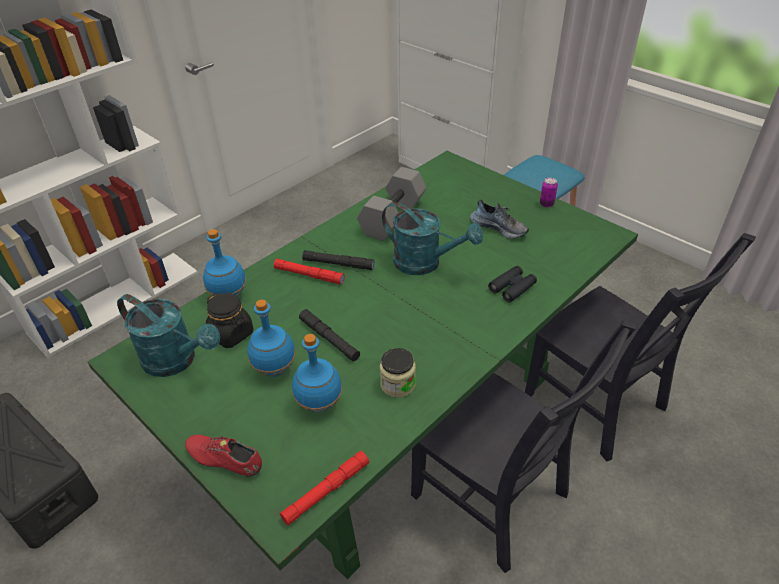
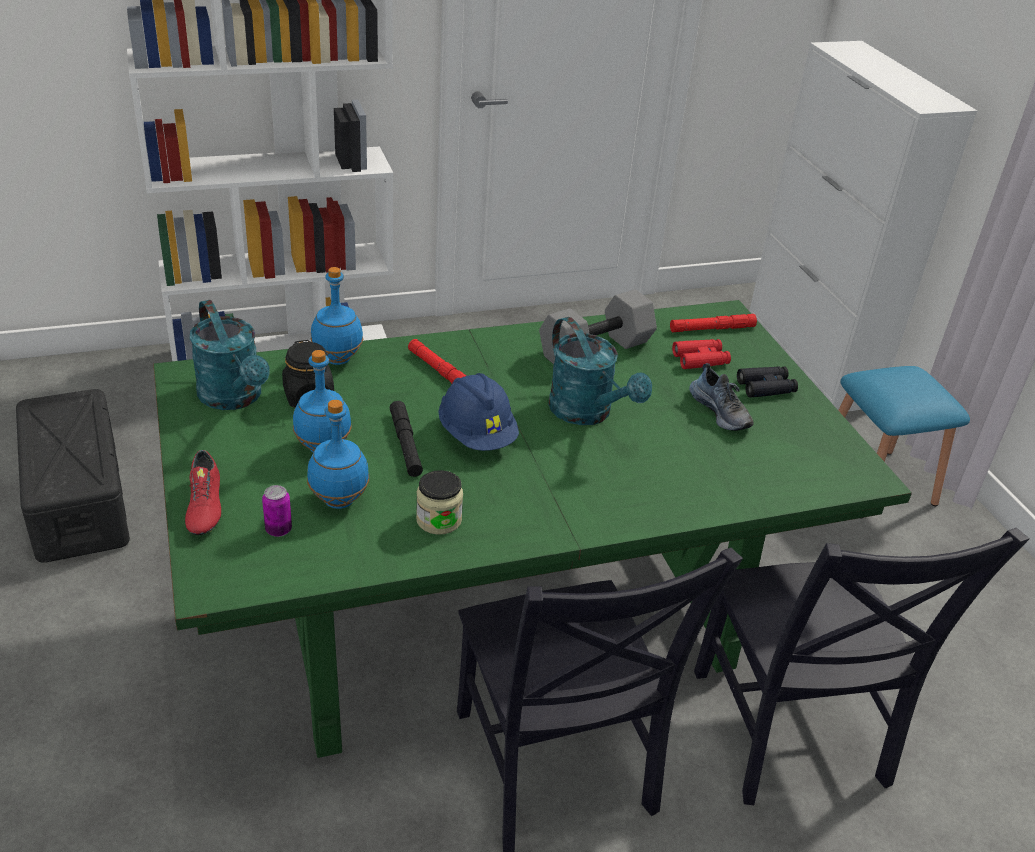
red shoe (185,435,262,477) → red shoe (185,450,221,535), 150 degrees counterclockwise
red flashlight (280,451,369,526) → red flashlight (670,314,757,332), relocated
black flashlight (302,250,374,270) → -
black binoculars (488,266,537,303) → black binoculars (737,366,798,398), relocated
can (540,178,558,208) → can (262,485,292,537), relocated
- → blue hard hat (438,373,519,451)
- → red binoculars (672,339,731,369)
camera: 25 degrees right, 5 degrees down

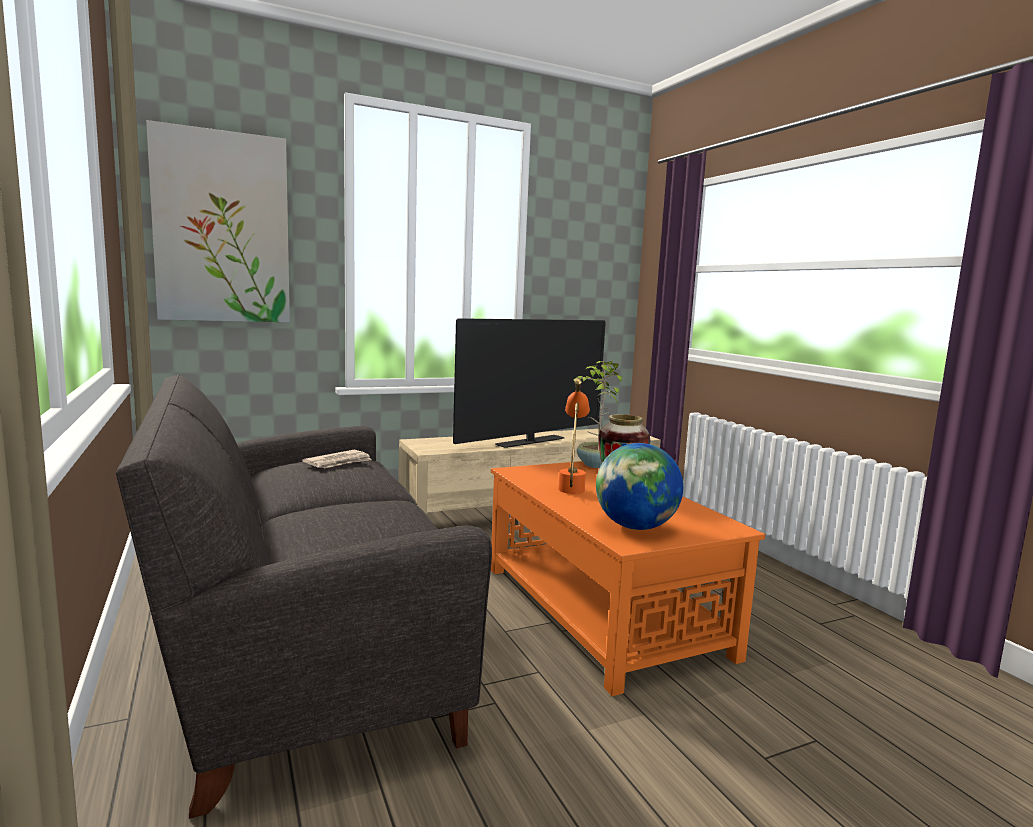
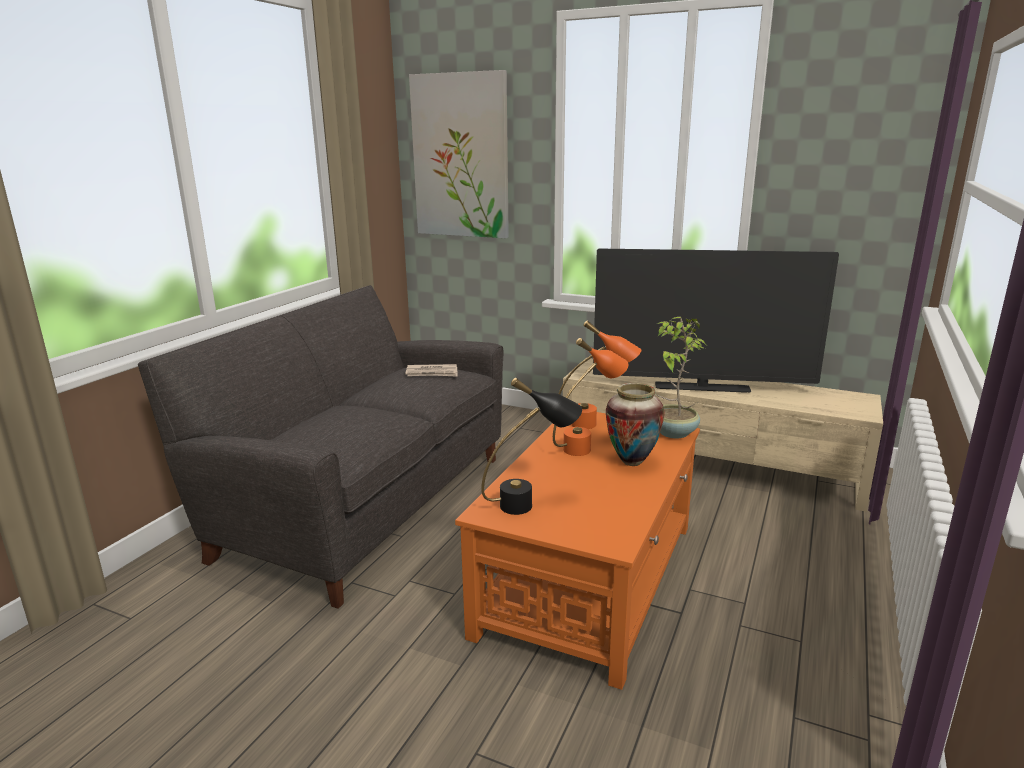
globe (596,443,683,530) → black table lamp (481,378,582,515)
- → orange table lamp (559,320,641,429)
camera: 50 degrees right, 10 degrees up

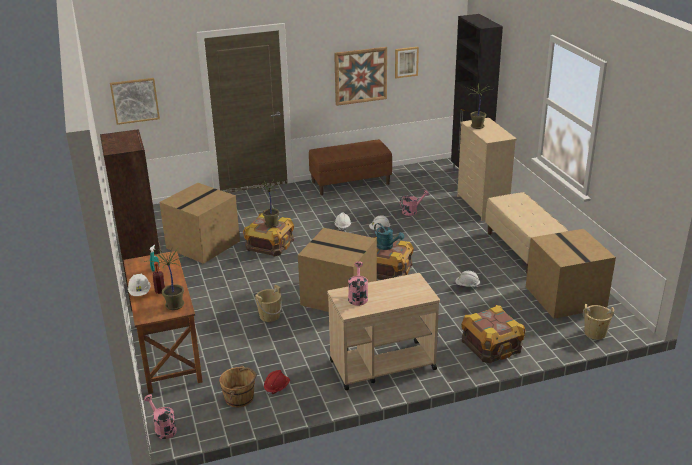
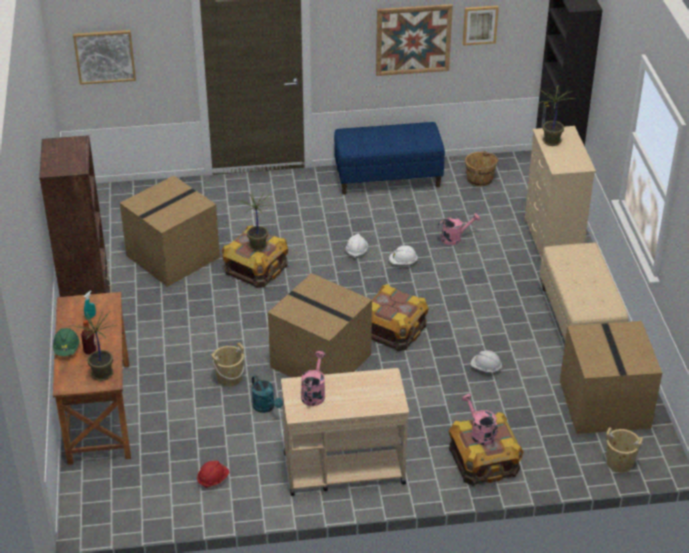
white hard hat (128,274,151,296) → green hard hat (53,328,79,356)
pink watering can (144,394,177,439) → pink watering can (462,394,498,445), relocated
brown bucket (219,366,257,407) → brown bucket (465,151,499,187), relocated
brown bench (309,140,392,195) → blue bench (334,122,445,195)
turquoise watering can (374,223,404,250) → turquoise watering can (252,375,283,413), relocated
camera: 10 degrees right, 10 degrees up

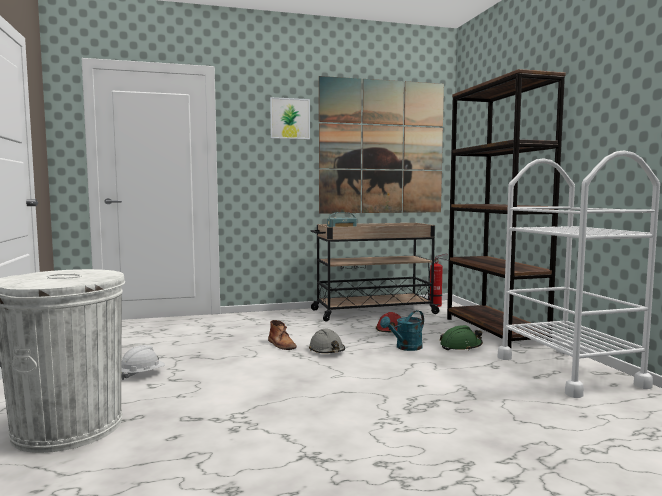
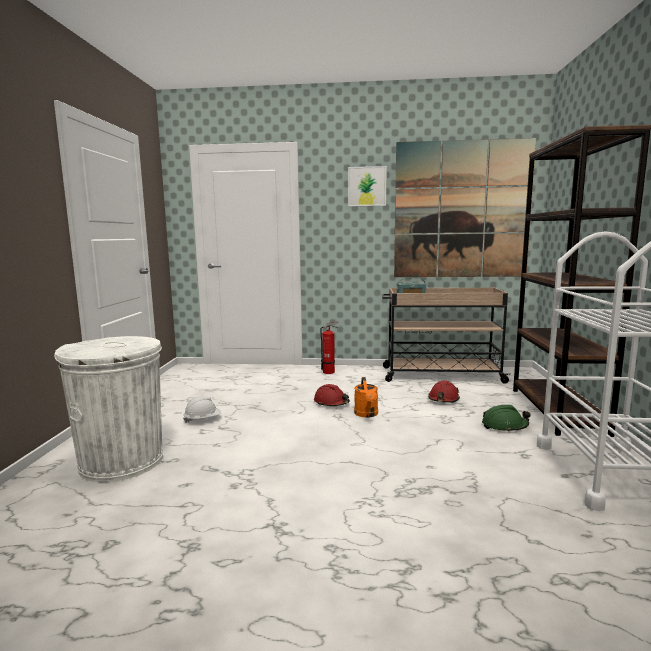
brown boot (268,320,297,350) → red hard hat (314,384,350,406)
grey hard hat (309,329,345,353) → orange watering can (354,377,378,418)
turquoise watering can (380,310,424,351) → -
fire extinguisher (428,253,448,307) → fire extinguisher (320,321,339,374), relocated
camera: 20 degrees right, 5 degrees up

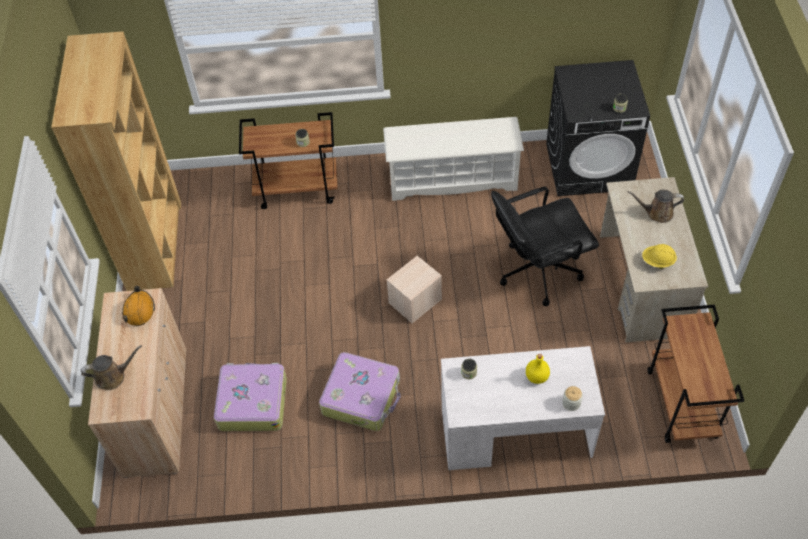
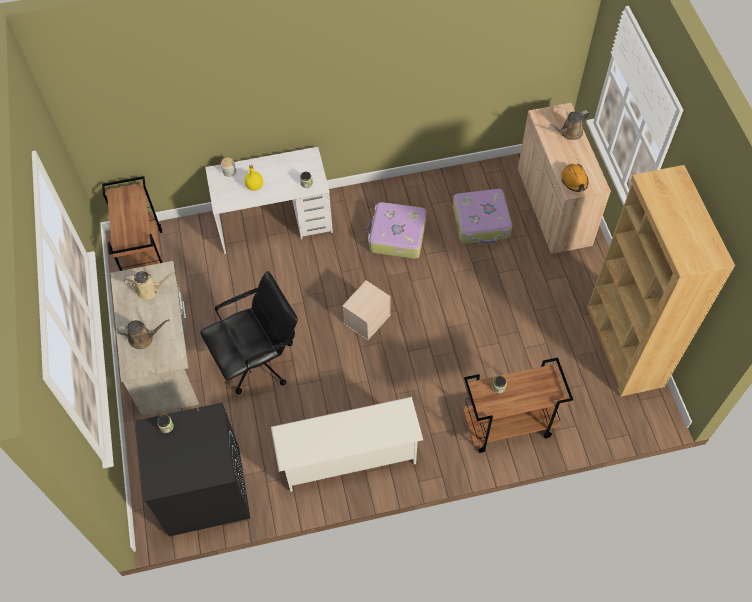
yellow hard hat (642,244,677,269) → beige watering can (124,271,175,300)
camera: 170 degrees right, 5 degrees up

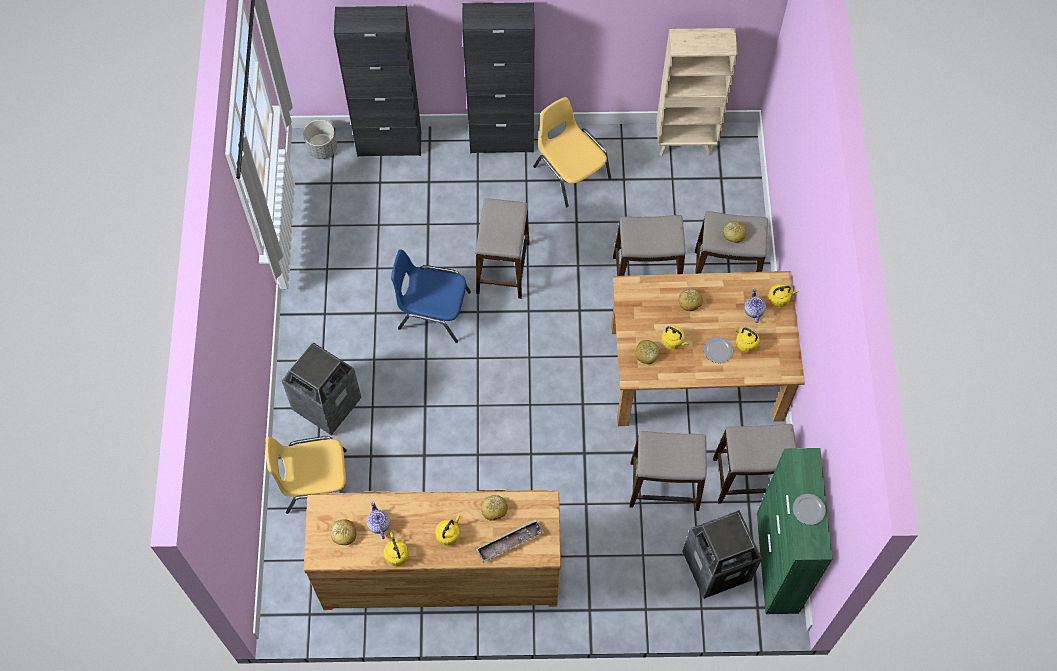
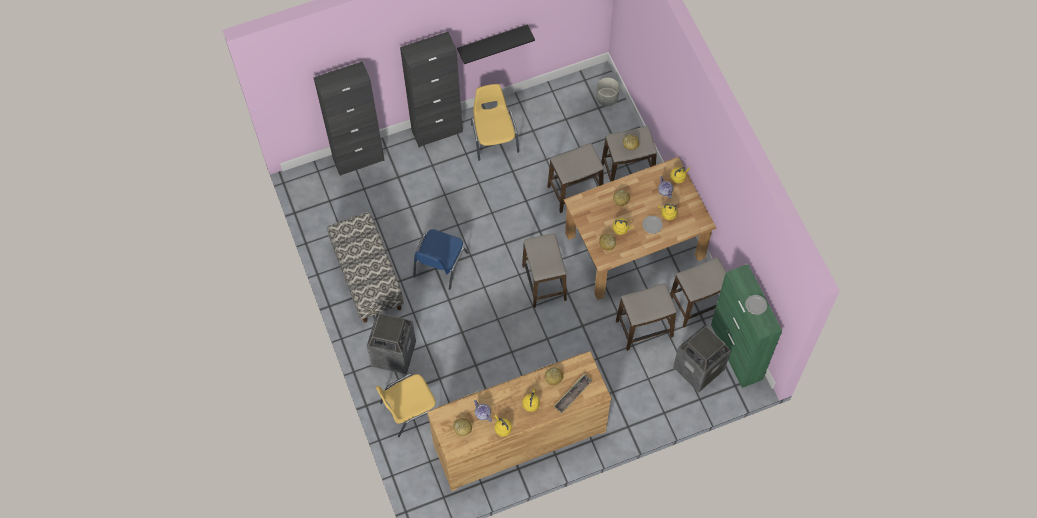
grey planter (303,120,337,159) → grey planter (596,78,619,106), relocated
blue chair (391,250,471,343) → blue chair (413,229,469,290), 60 degrees counterclockwise
stool (476,198,530,299) → stool (522,233,567,308), relocated
yellow chair (533,97,611,207) → yellow chair (471,84,519,161), 45 degrees clockwise
beige bookcase (657,28,738,156) → -
- → bench (327,212,404,323)
- → black shelf (457,24,535,64)
camera: 20 degrees left, 0 degrees up

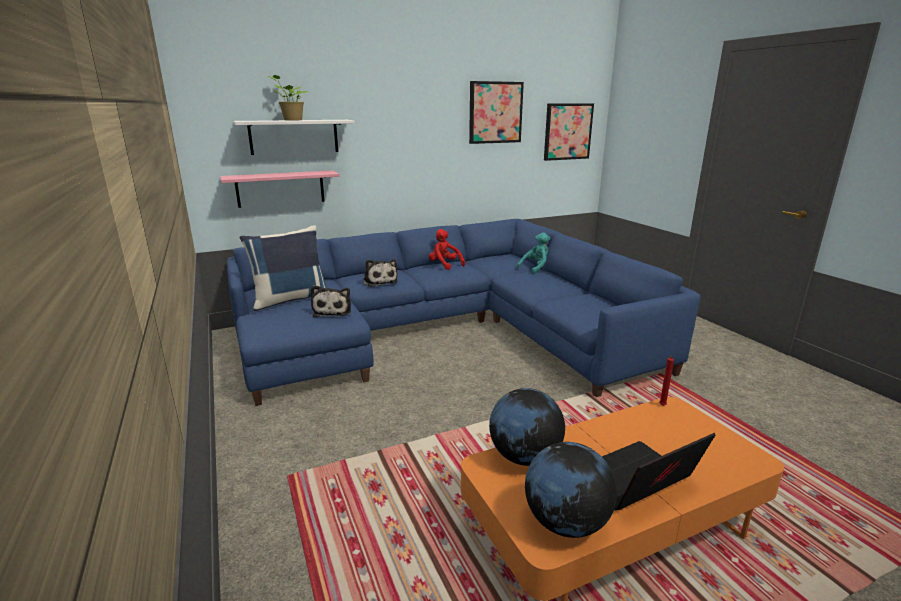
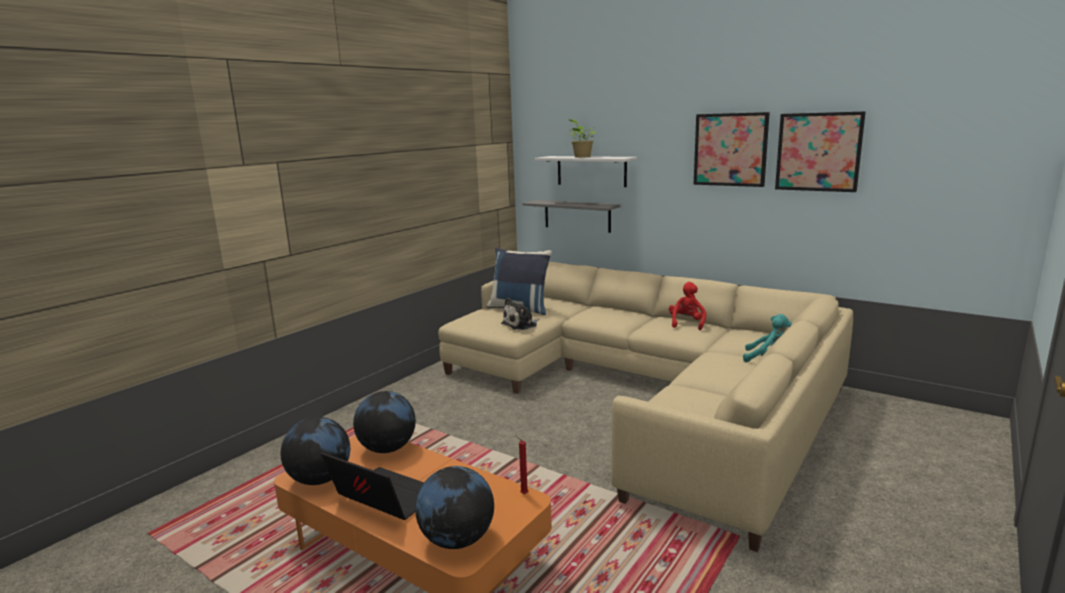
pink shelf (220,170,340,208) → grey shelf (522,200,621,233)
blue sofa (227,219,700,406) → beige sofa (438,262,853,552)
plush toy (363,259,398,287) → -
picture (544,104,594,161) → picture (694,112,770,187), relocated
- → globe (415,466,494,549)
camera: 60 degrees right, 5 degrees down

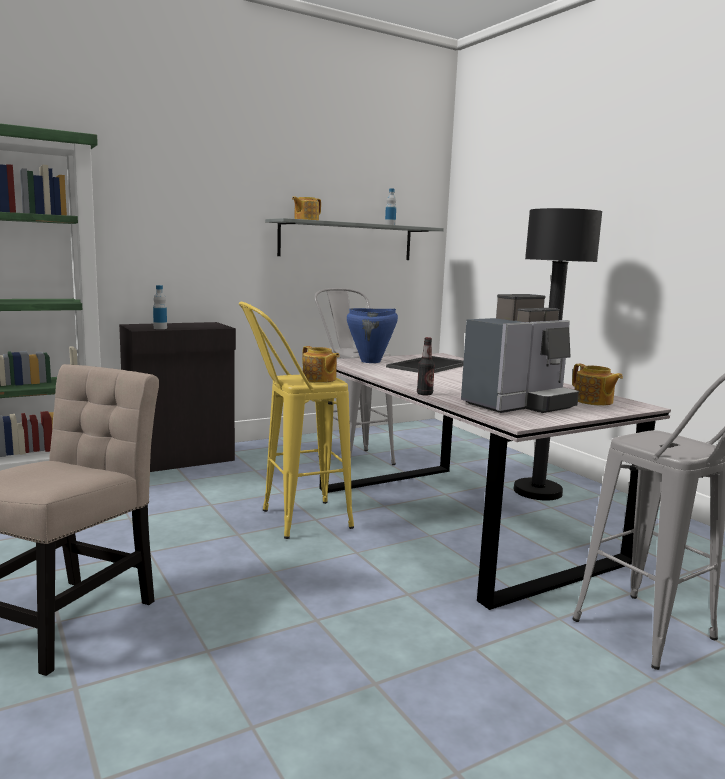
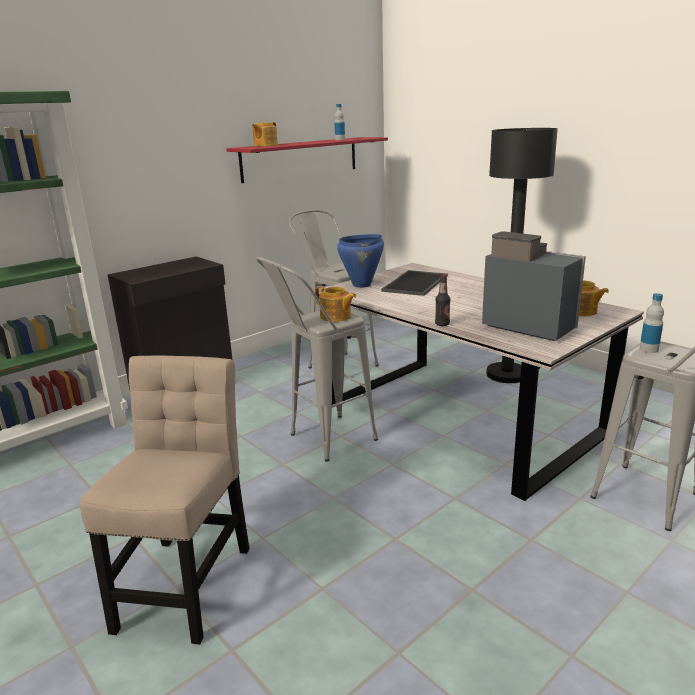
bottle (153,285,167,329) → bottle (639,293,664,353), relocated
yellow stool (239,302,354,539) → grey stool (256,257,378,462)
grey shelf (265,218,444,260) → red shelf (227,137,388,183)
coffee machine (461,294,579,413) → coffee machine (482,231,586,341), 90 degrees counterclockwise
camera: 10 degrees left, 10 degrees up

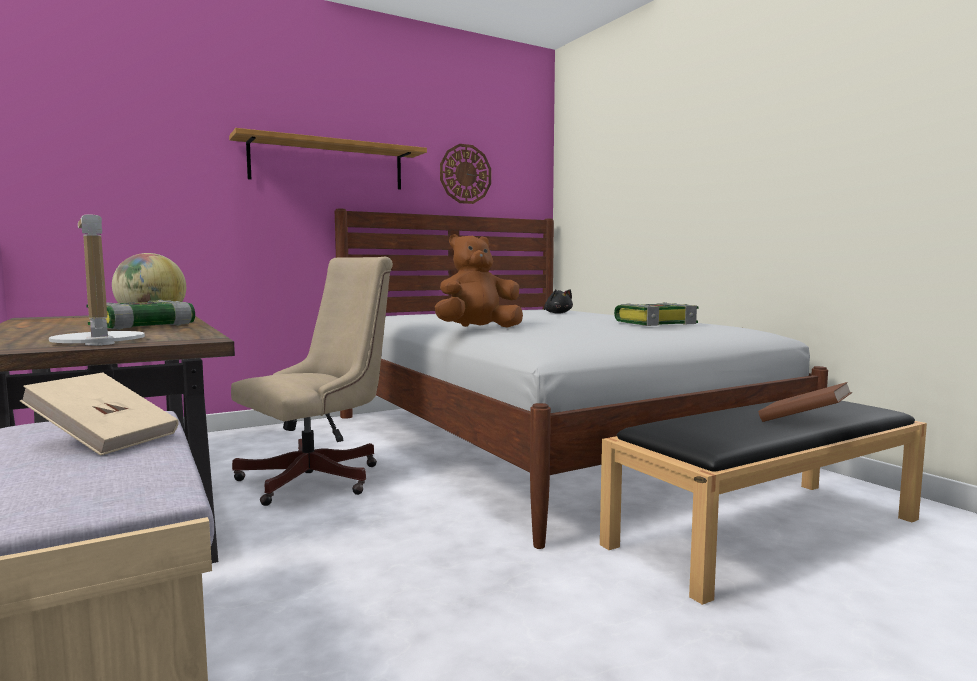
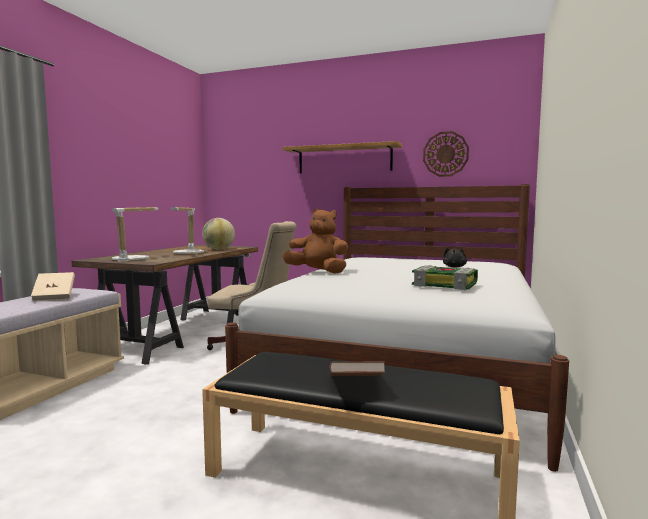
book (86,300,195,330) → table lamp (170,207,204,254)
camera: 50 degrees right, 0 degrees up

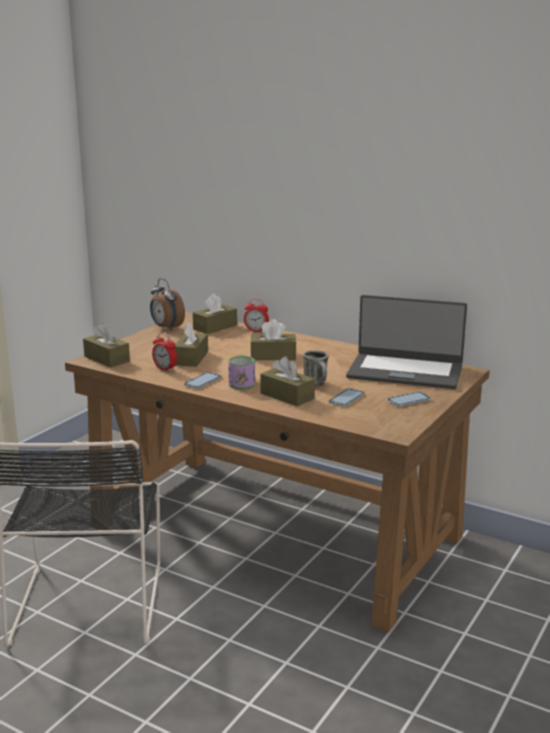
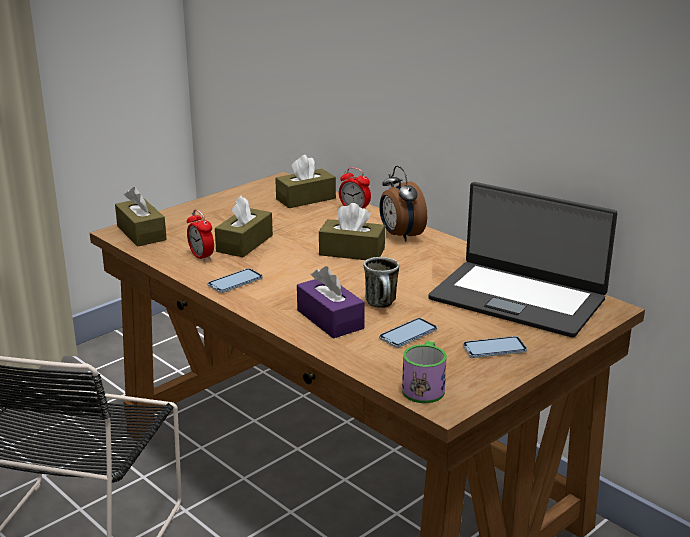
alarm clock (150,278,185,331) → alarm clock (379,166,427,242), relocated
mug (228,355,255,390) → mug (402,341,447,403), relocated
brown tissue box (260,356,315,406) → purple tissue box (297,266,365,339)
camera: 15 degrees right, 5 degrees up

